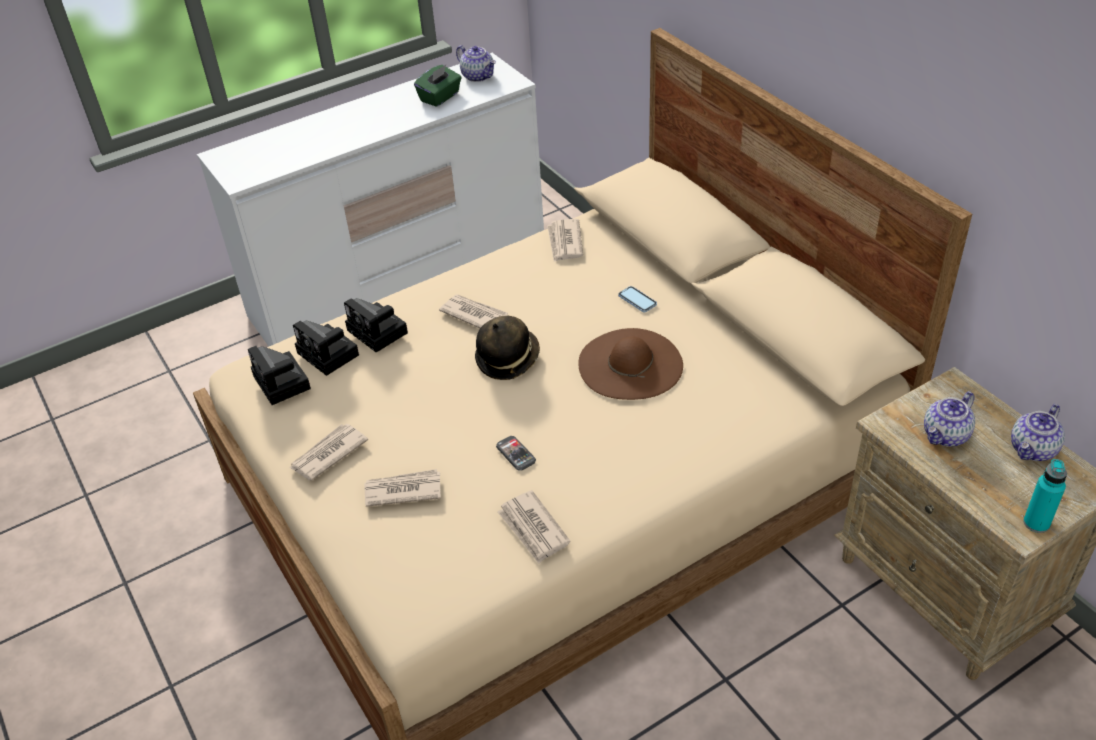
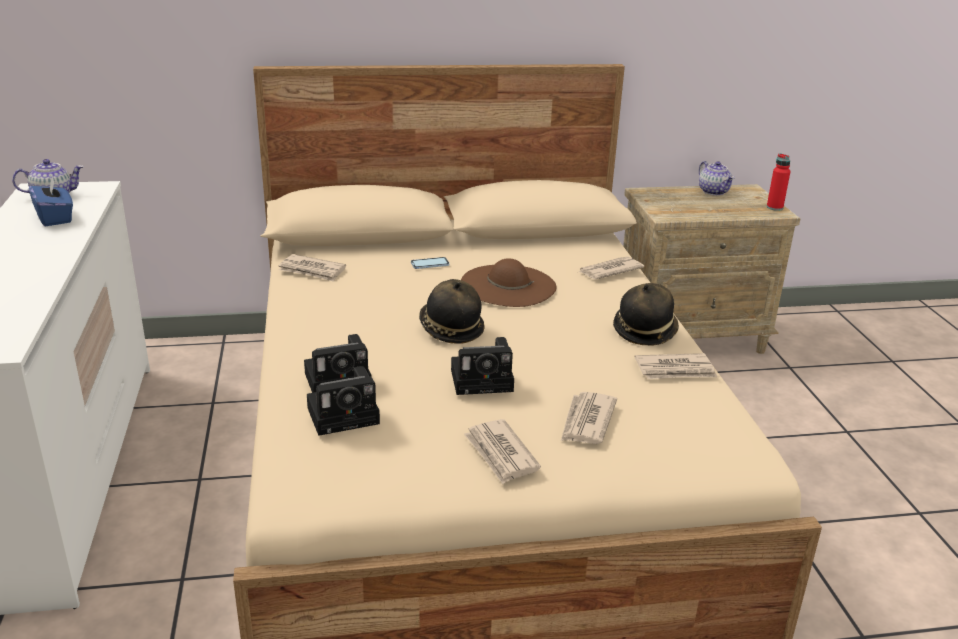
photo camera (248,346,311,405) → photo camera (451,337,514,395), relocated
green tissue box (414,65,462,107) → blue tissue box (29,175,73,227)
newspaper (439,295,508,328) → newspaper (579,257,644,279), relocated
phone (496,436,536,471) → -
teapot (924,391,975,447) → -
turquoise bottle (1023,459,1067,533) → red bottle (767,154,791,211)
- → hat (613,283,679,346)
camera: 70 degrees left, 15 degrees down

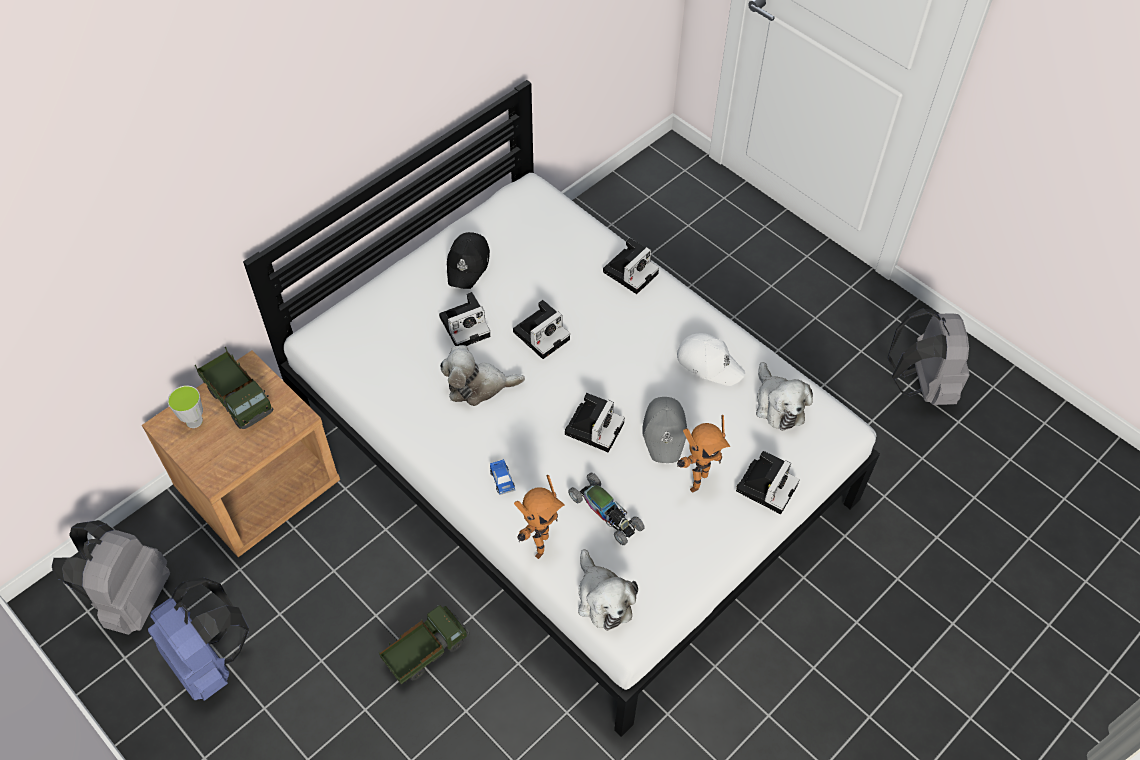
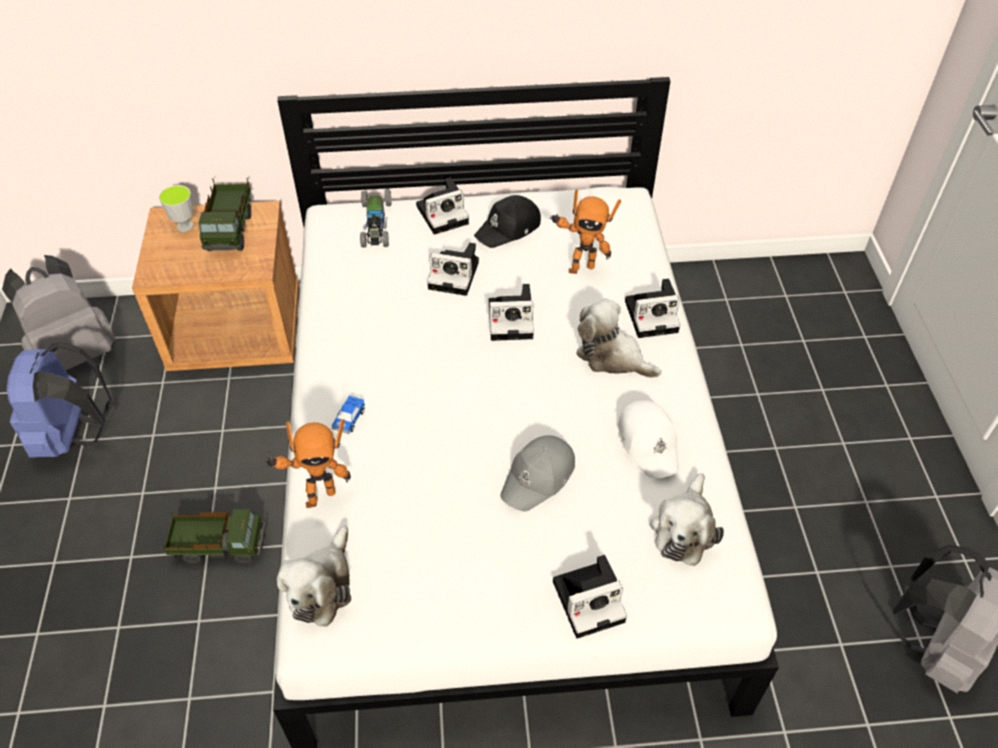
plush toy (440,345,525,406) → plush toy (576,298,661,378), relocated
photo camera (565,393,625,452) → photo camera (416,178,469,235), relocated
toy car (568,472,645,545) → toy car (360,190,391,248), relocated
toy robot (677,415,730,493) → toy robot (550,190,621,274), relocated
camera: 40 degrees right, 5 degrees down

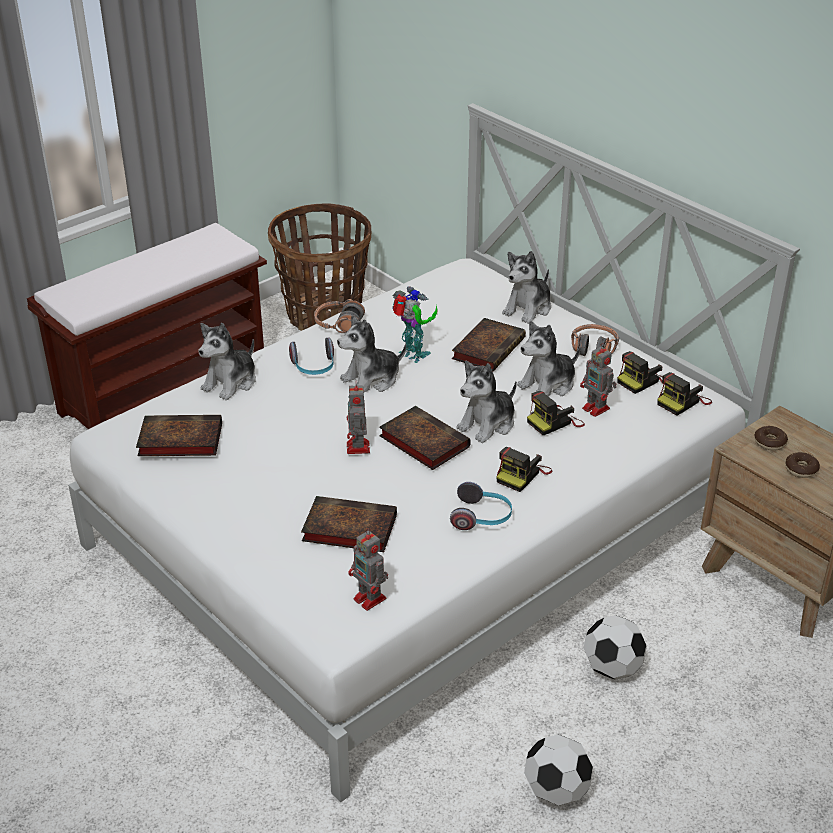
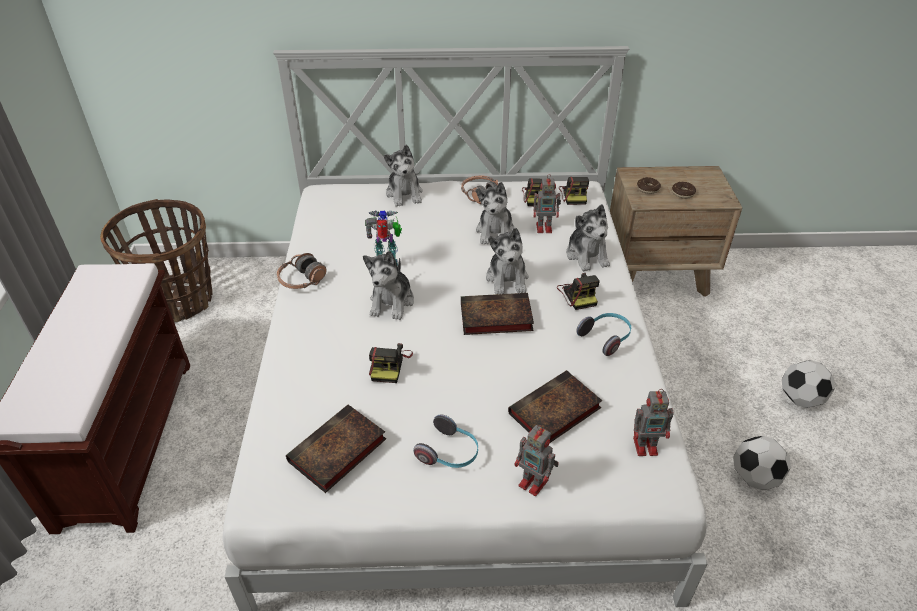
plush toy (198,323,256,400) → plush toy (566,204,610,271), relocated
headphones (289,337,334,375) → headphones (413,415,478,468), relocated
toy robot (347,385,370,454) → toy robot (514,425,559,496), relocated
book (452,318,526,371) → -
photo camera (527,391,585,435) → photo camera (369,343,413,383), relocated
football (584,616,647,680) → football (782,360,835,408), relocated
camera: 50 degrees left, 5 degrees up

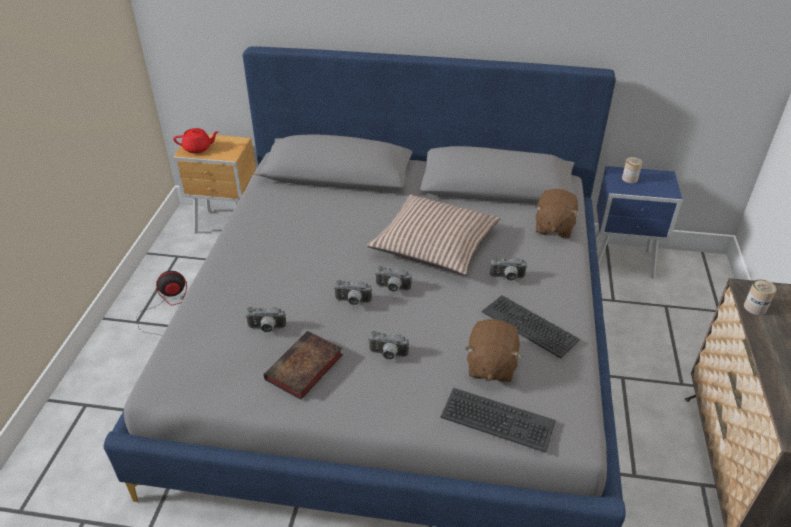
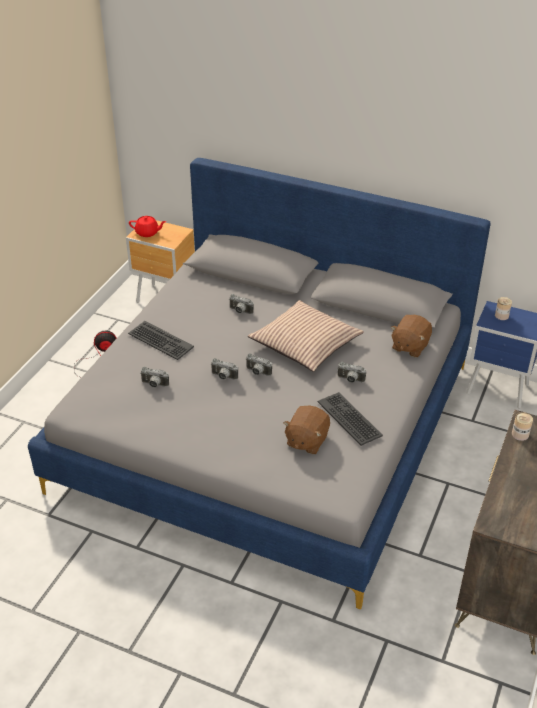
book (264,331,343,400) → -
photo camera (368,331,409,360) → photo camera (230,294,254,314), relocated
keyboard (440,388,556,453) → keyboard (128,321,194,360), relocated
camera: 15 degrees right, 0 degrees up

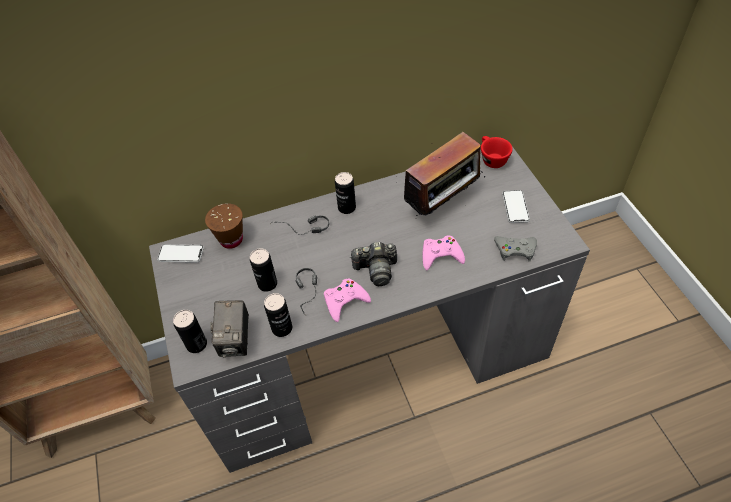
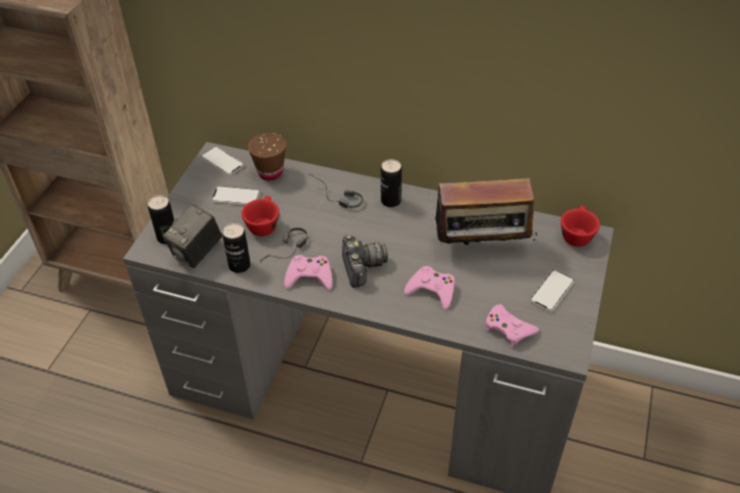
can (250,248,277,292) → red cup (241,196,279,236)
photo camera (350,242,397,286) → photo camera (342,235,388,288), 135 degrees counterclockwise
grey game controller (494,236,537,262) → pink game controller (485,304,539,347)
- → phone (211,186,261,205)
camera: 35 degrees right, 5 degrees down

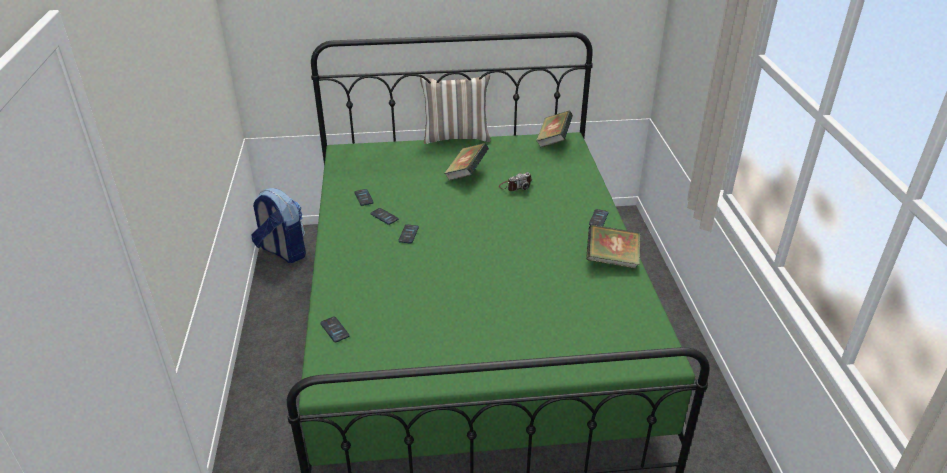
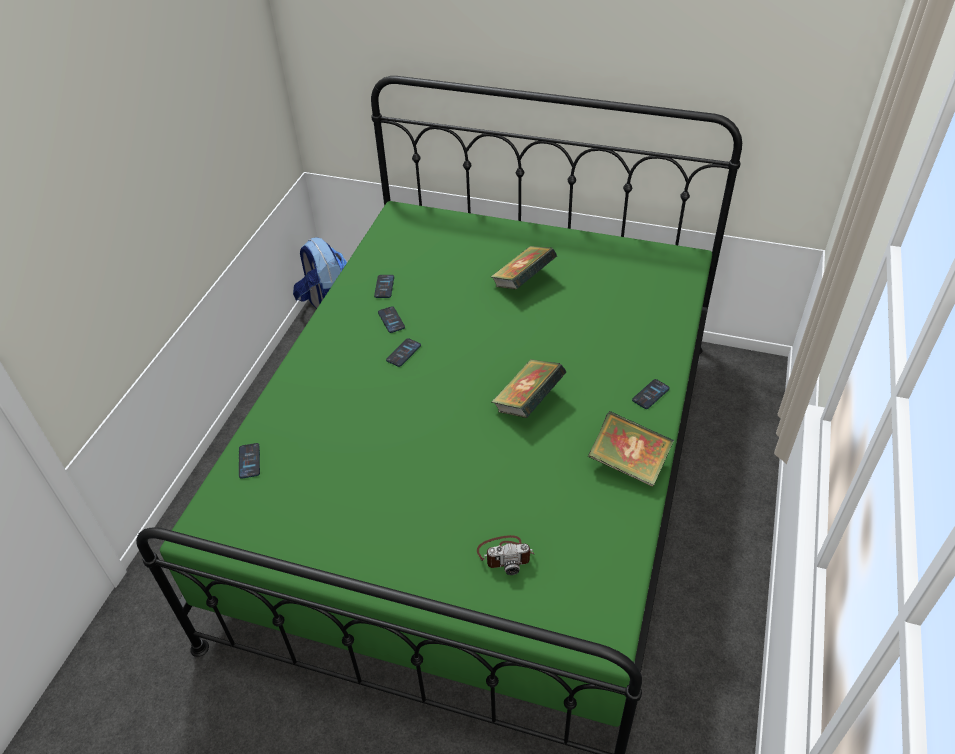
pillow (420,74,491,144) → -
photo camera (499,172,532,191) → photo camera (477,535,534,575), relocated
book (536,111,573,148) → book (492,359,567,418), relocated
camera: 25 degrees right, 10 degrees up

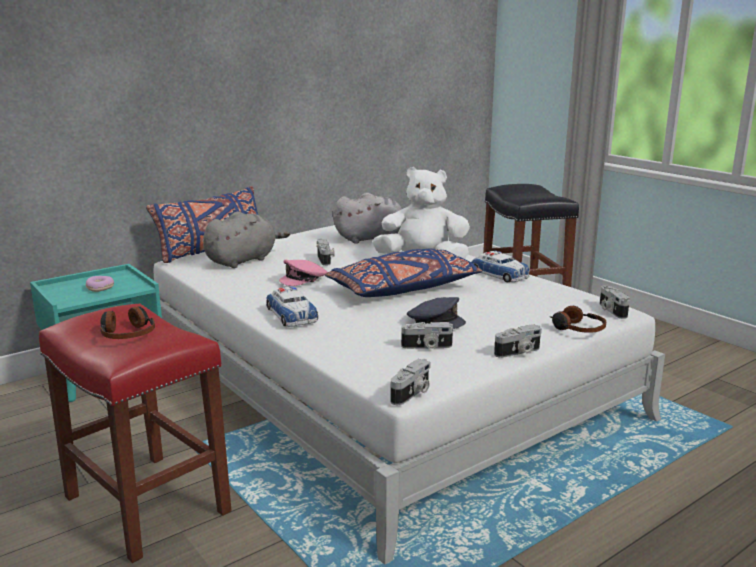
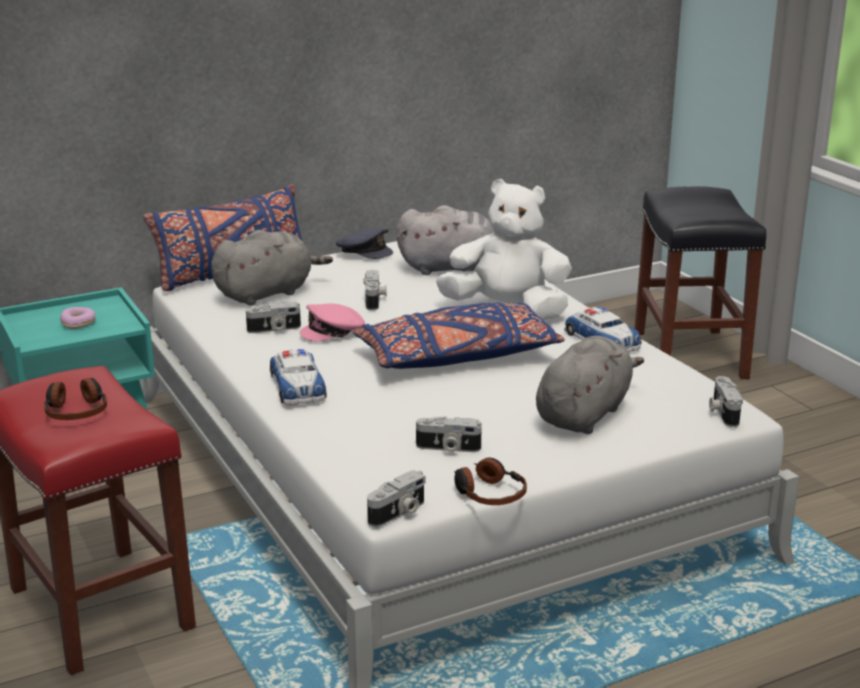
grey cap (407,297,466,329) → grey cap (336,229,393,259), relocated
photo camera (494,324,542,358) → photo camera (246,302,301,333), relocated
headphones (549,306,606,333) → headphones (454,457,527,505), relocated
- → grey plush toy (536,336,644,434)
camera: 10 degrees right, 5 degrees up

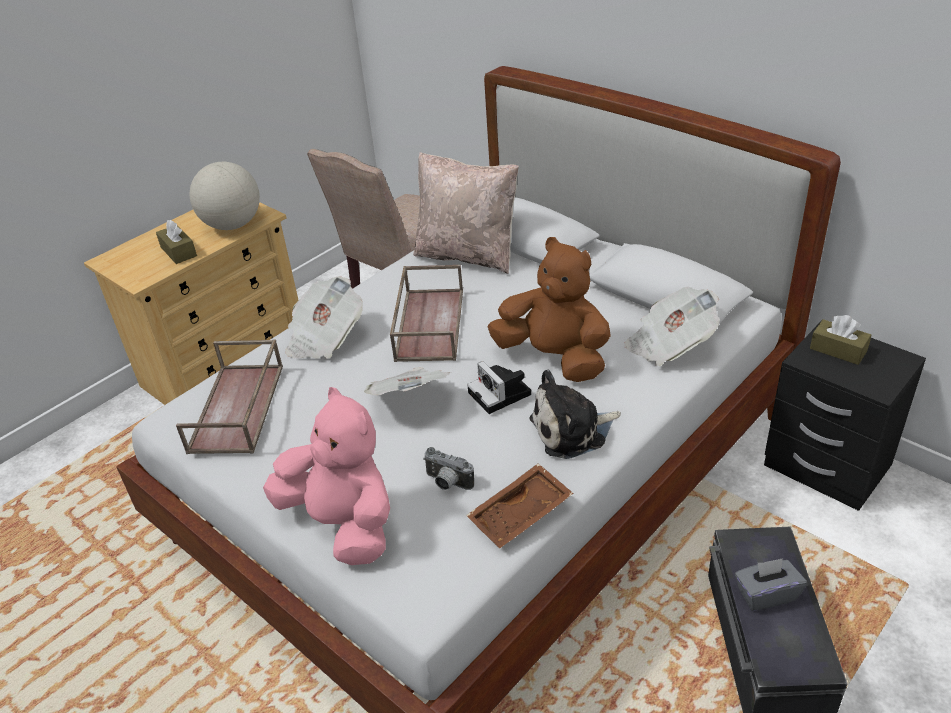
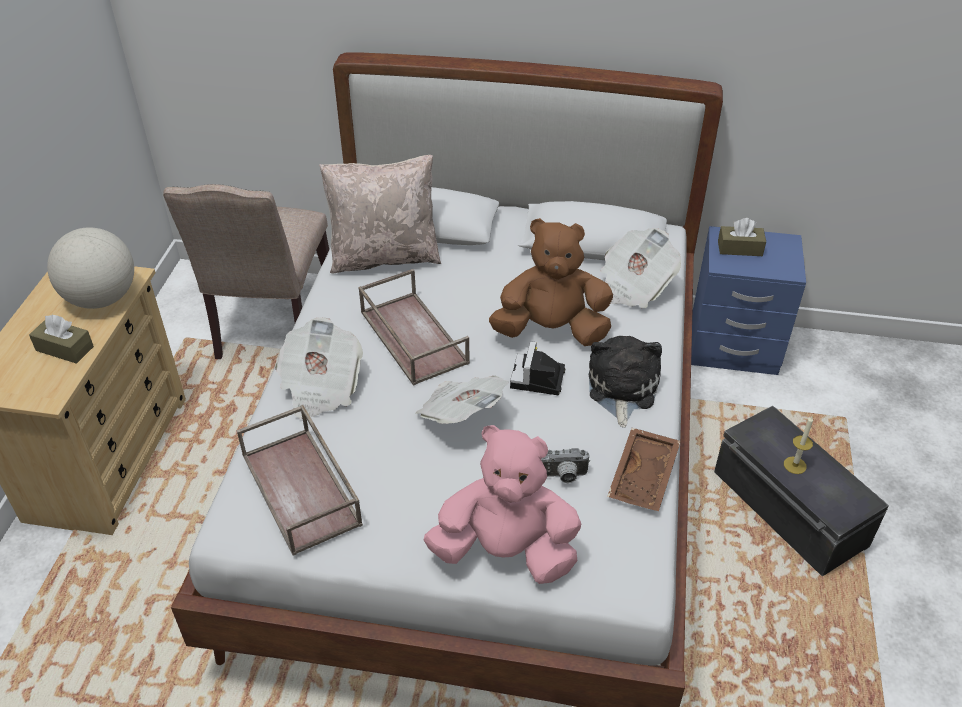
photo camera (467,361,531,414) → photo camera (510,341,565,395), 75 degrees clockwise
plush toy (529,370,621,459) → plush toy (589,336,662,428), 150 degrees clockwise
grey tissue box (735,558,807,611) → candle (784,416,813,474)
black nightstand (764,320,926,511) → blue nightstand (691,226,806,375)
camera: 35 degrees left, 5 degrees up

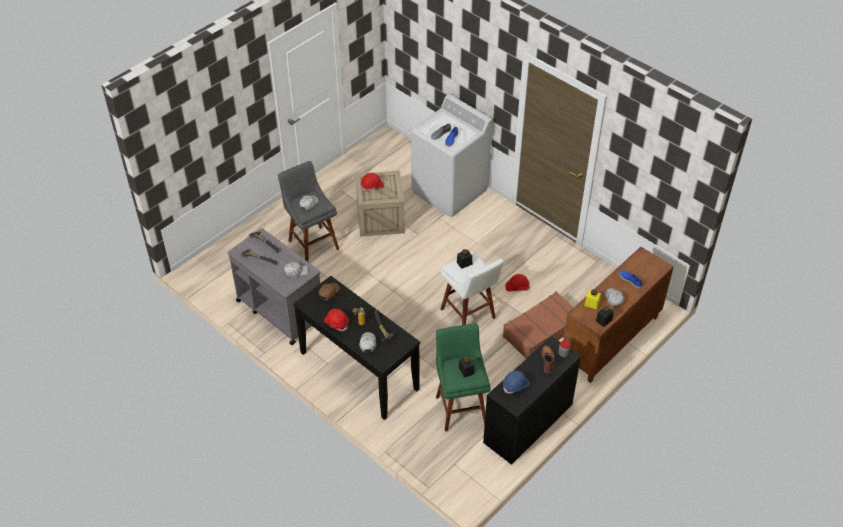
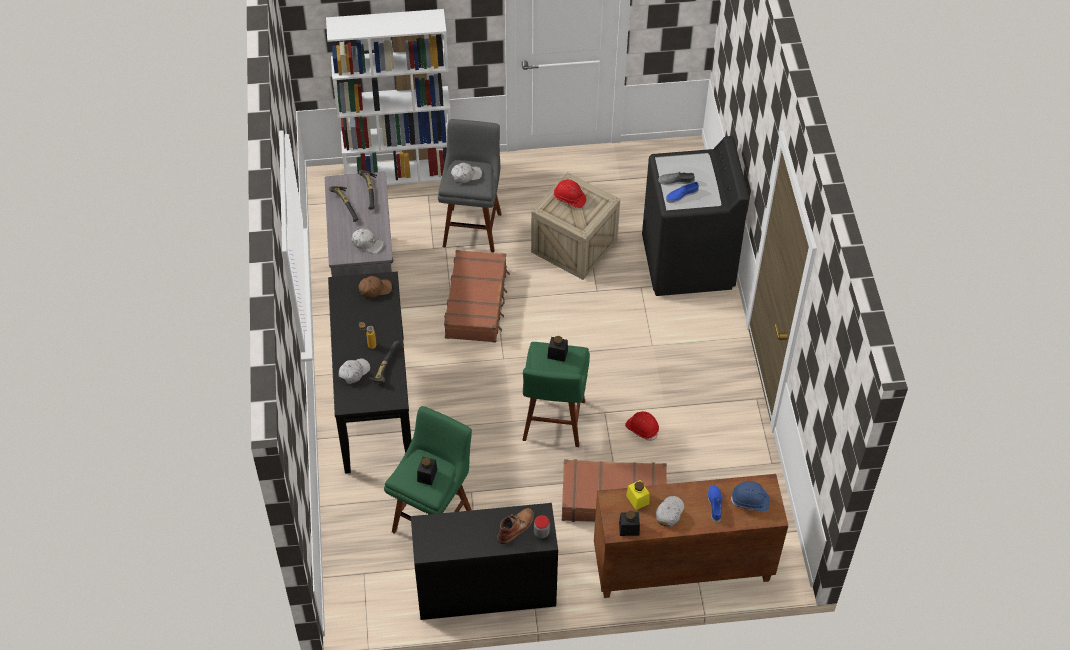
red hard hat (323,309,349,331) → -
white washing machine (411,94,492,217) → black washing machine (642,136,749,296)
white stool (441,251,504,325) → green stool (522,342,590,447)
blue hard hat (503,371,530,394) → blue hard hat (730,481,770,511), relocated
- → white bookcase (326,9,451,185)
- → brown suitcase (444,250,510,343)
camera: 40 degrees right, 5 degrees up

